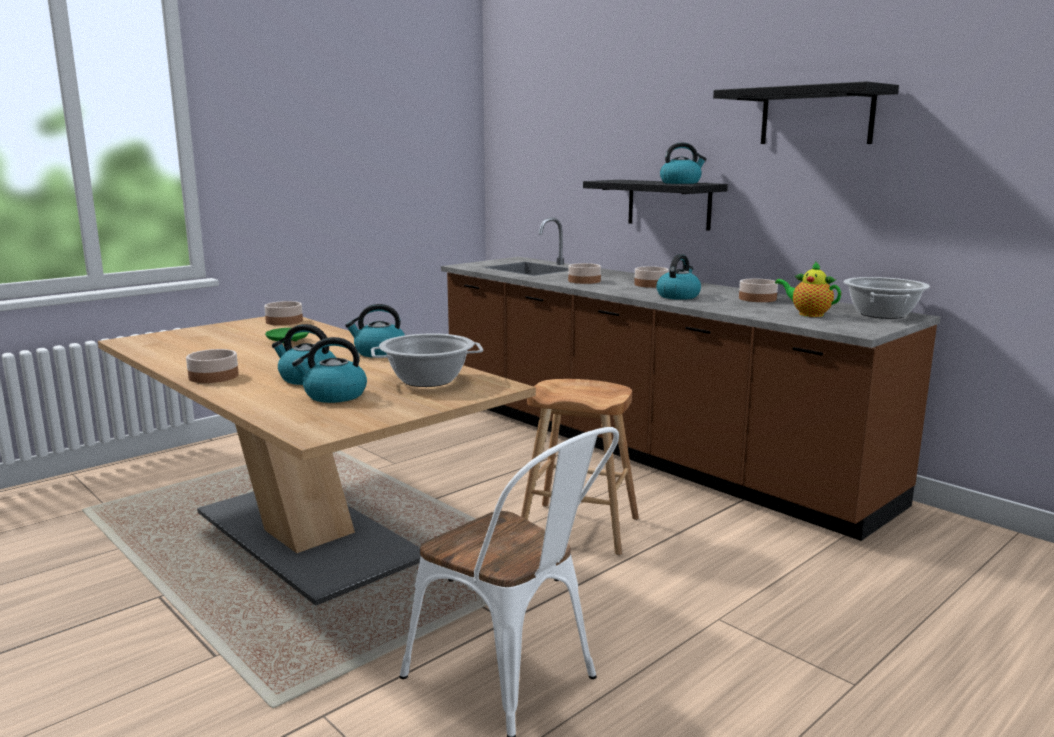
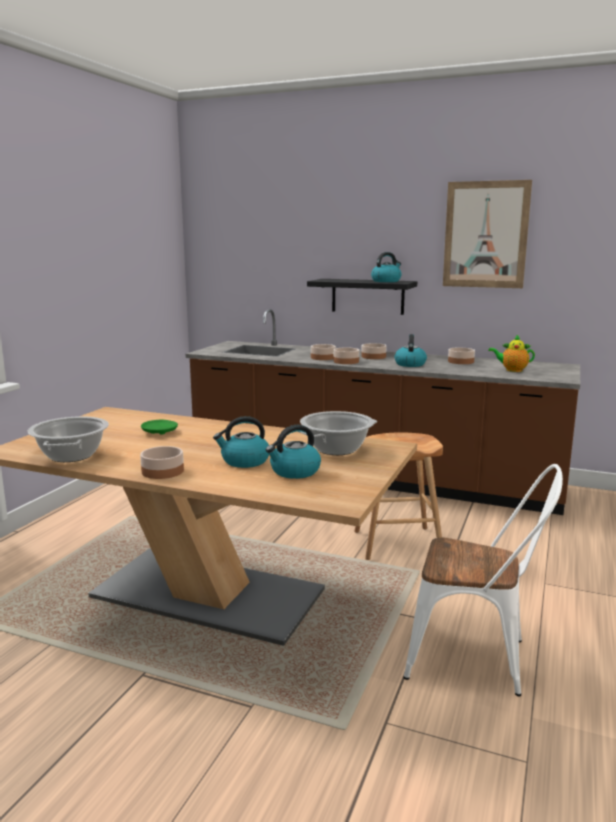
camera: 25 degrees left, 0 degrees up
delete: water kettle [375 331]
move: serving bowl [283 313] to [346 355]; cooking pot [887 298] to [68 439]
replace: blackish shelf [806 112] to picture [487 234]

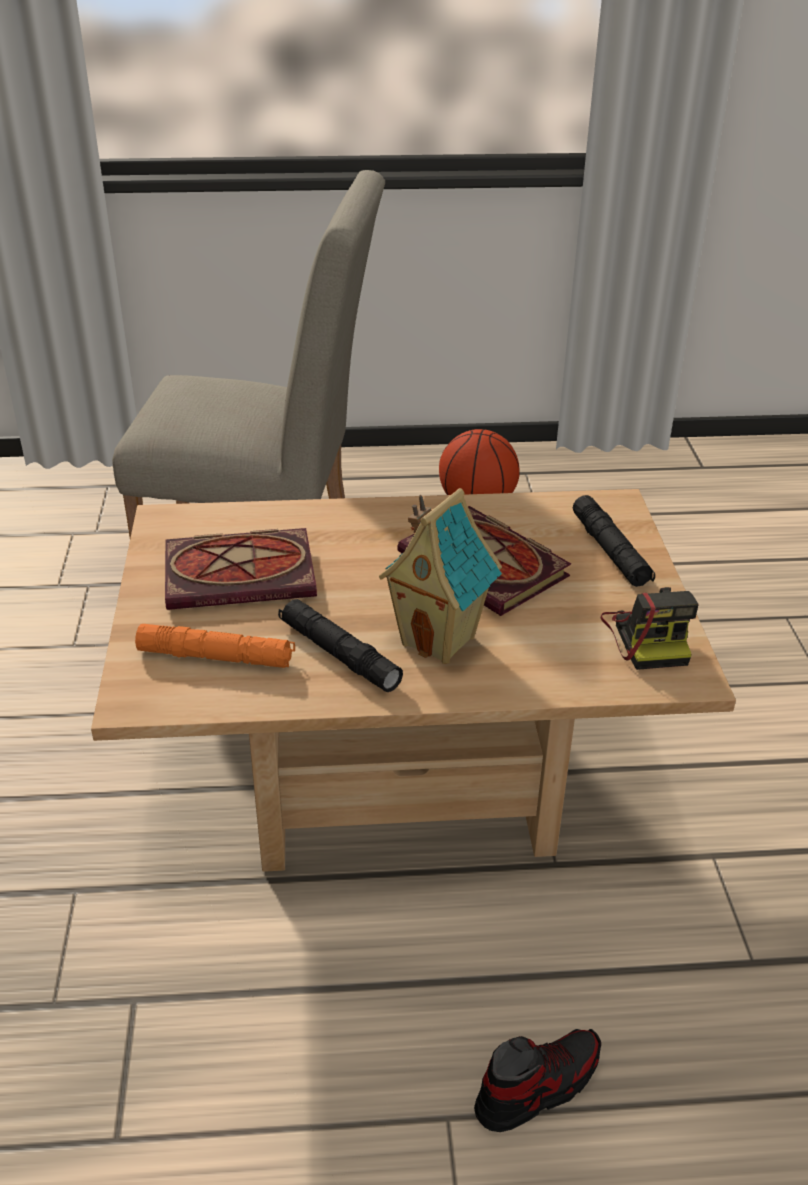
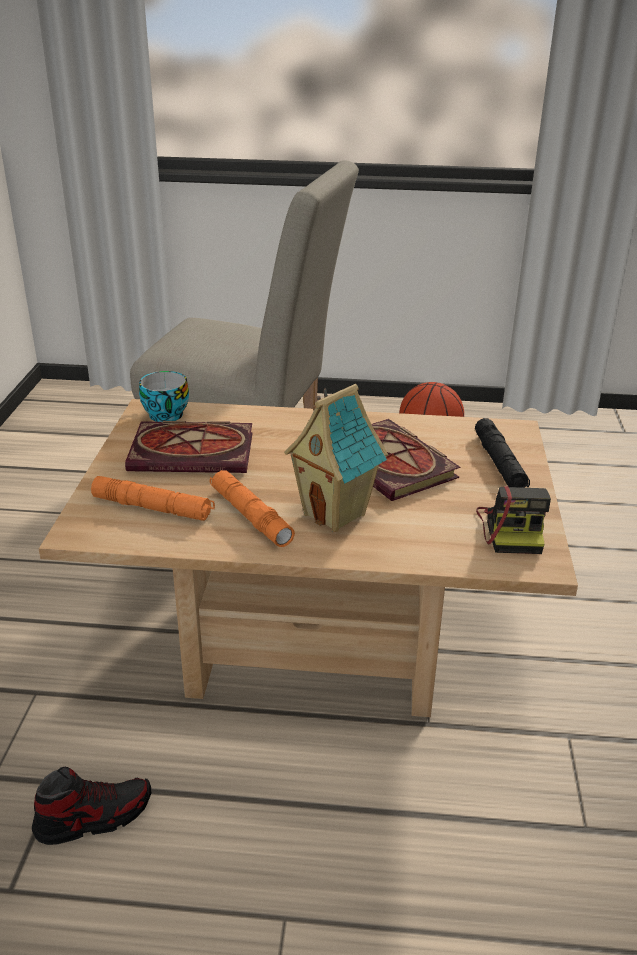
camera: 10 degrees right, 5 degrees down
insert: drinking cup [164 396]
move: item of footwear [537 1080] to [91 806]
recolor: blackish flashlight [340 645] to orange-coloured flashlight [252 508]

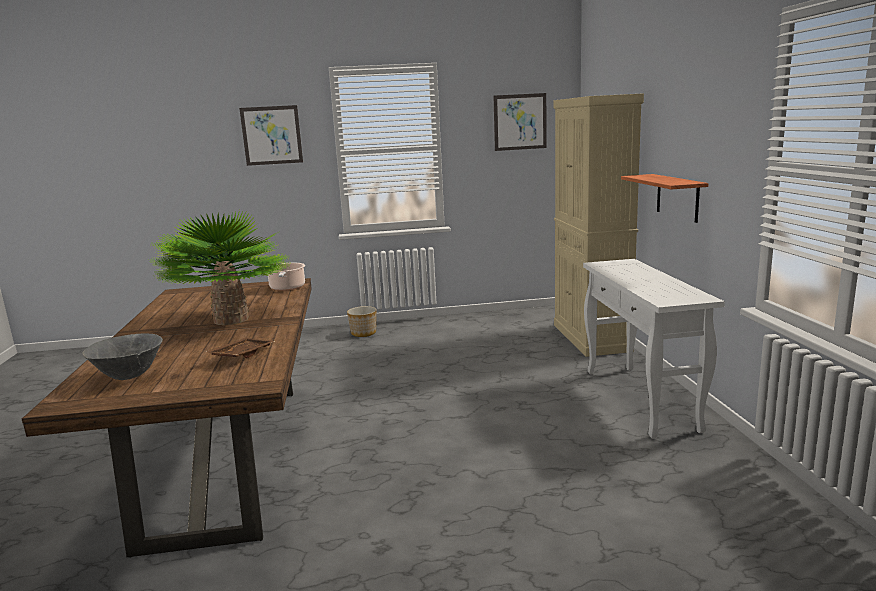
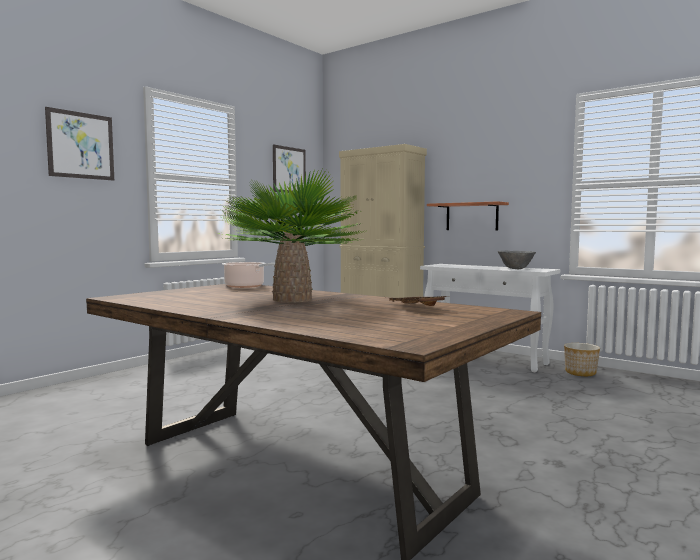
camera: 45 degrees left, 10 degrees down
move: grey serving bowl [122 357] to [516 260]; planter [362 321] to [582 359]

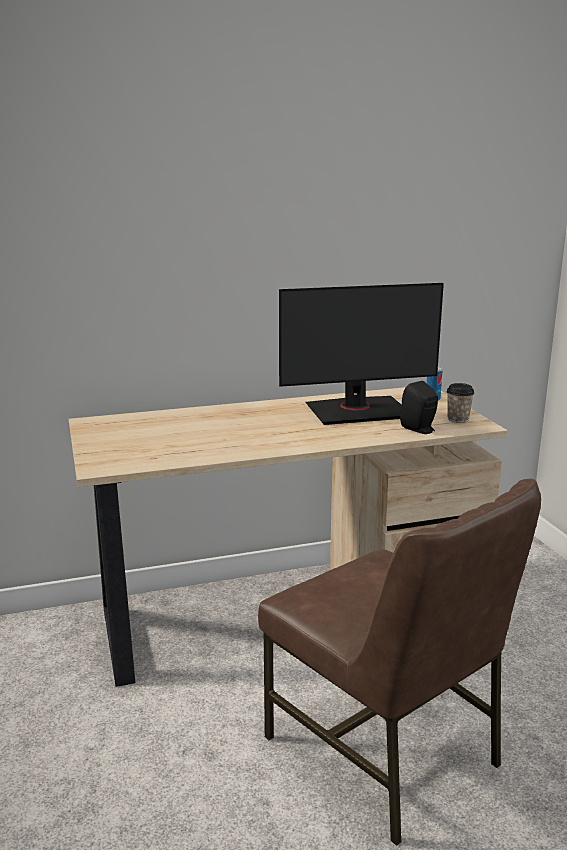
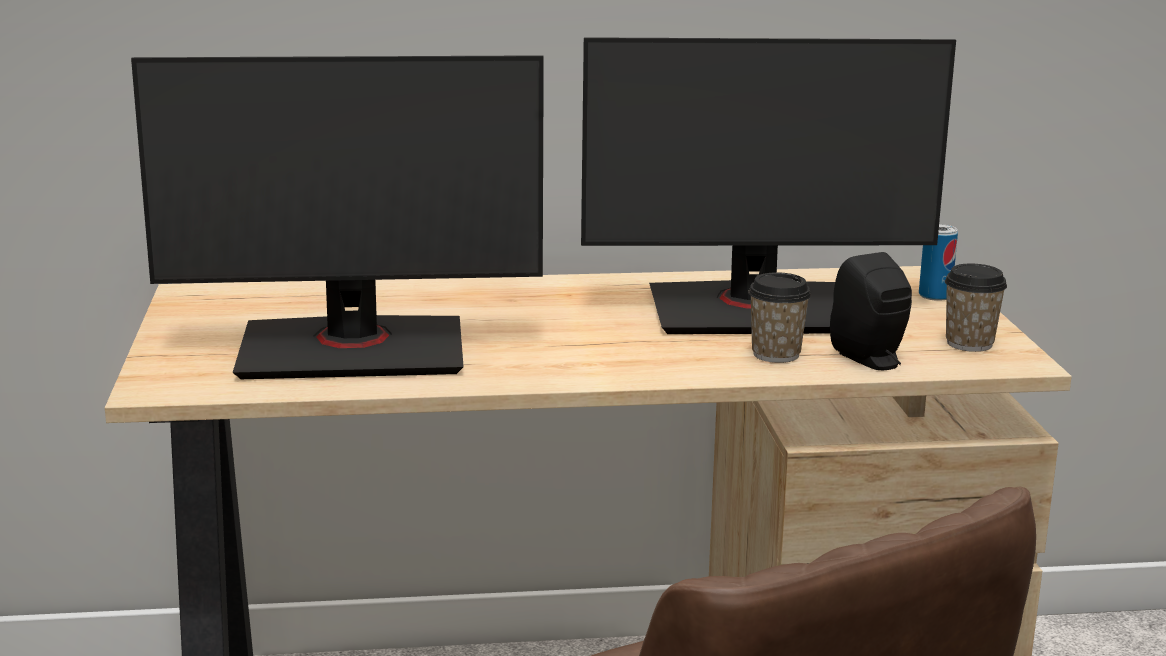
camera: 10 degrees right, 0 degrees up
insert: computer screen [337 217]; drinking cup [779 317]

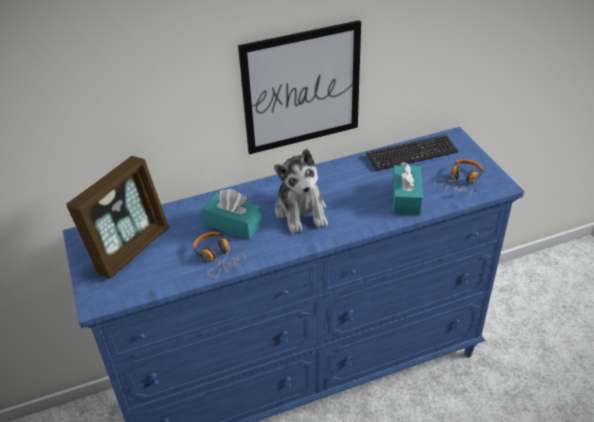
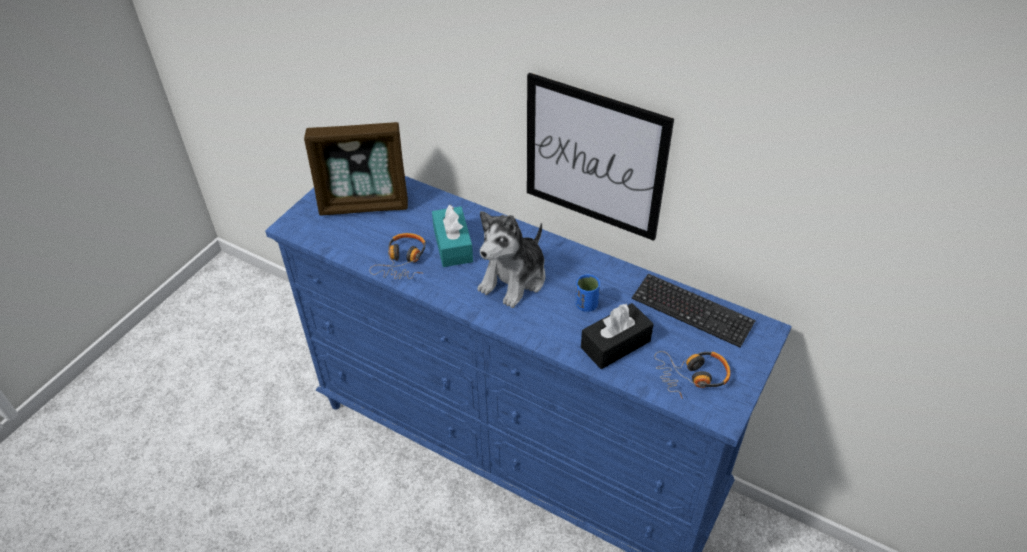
camera: 50 degrees right, 5 degrees up
insert: blue-coloured drinking cup [588 293]
recolor: turquoise-coloured box of tissues [408 188] to blackish box of tissues [617 336]

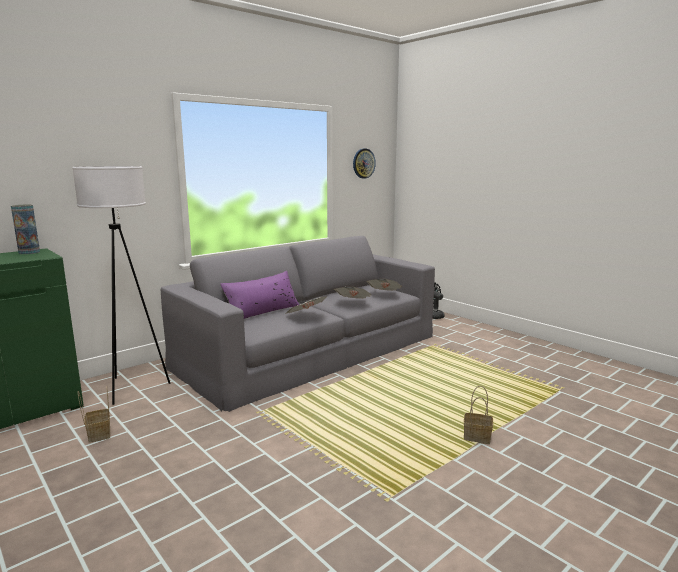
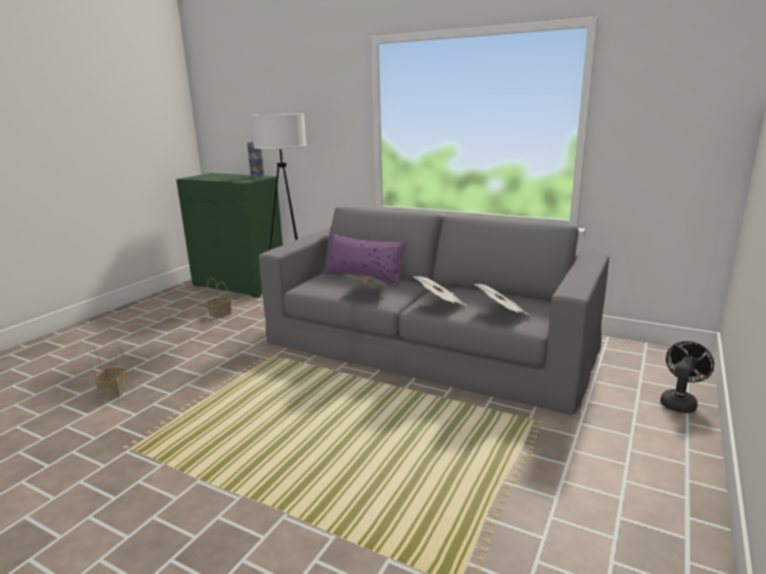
camera: 70 degrees right, 5 degrees up
delete: wall clock [364 164]
move: household basket [478 415] to [109 372]

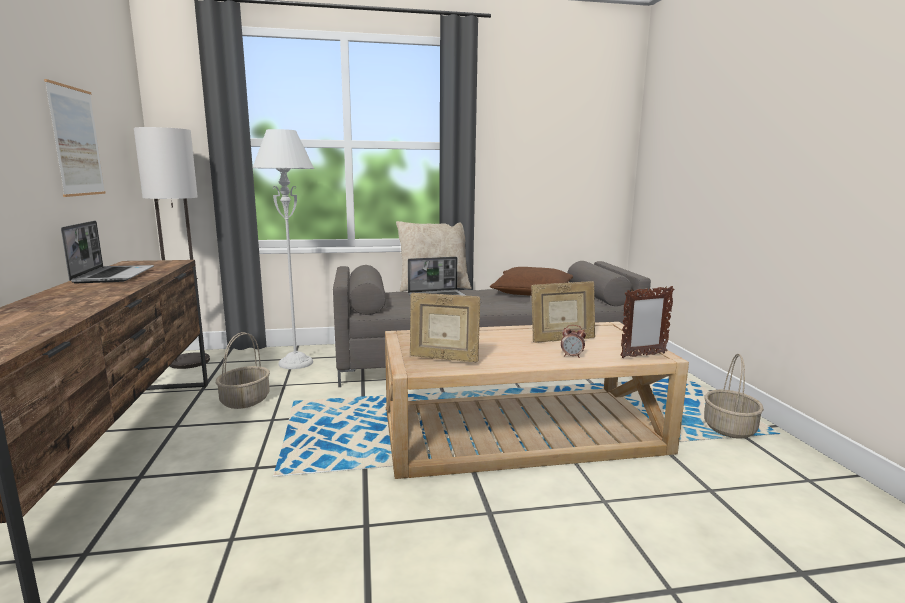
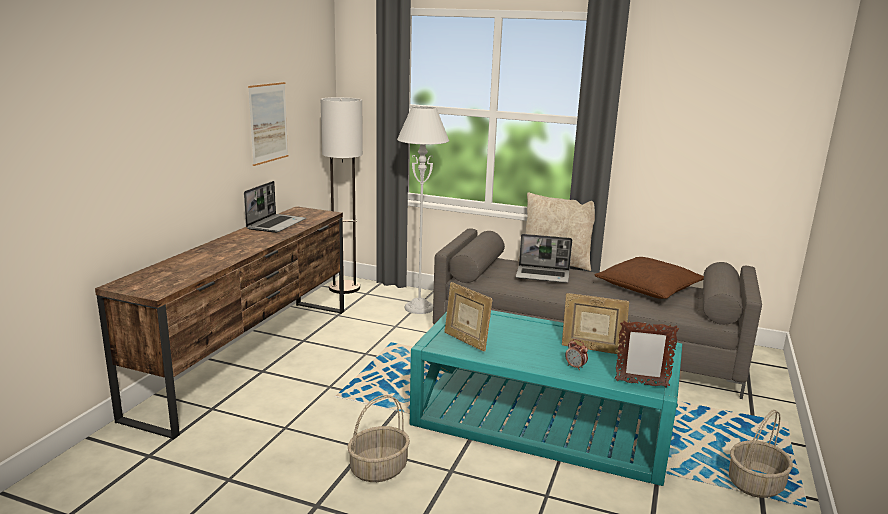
camera: 30 degrees right, 5 degrees up
move: household basket [243 370] to [379 438]
recolor: sand-coloured lounge table [537 400] to turquoise-coloured lounge table [546 398]

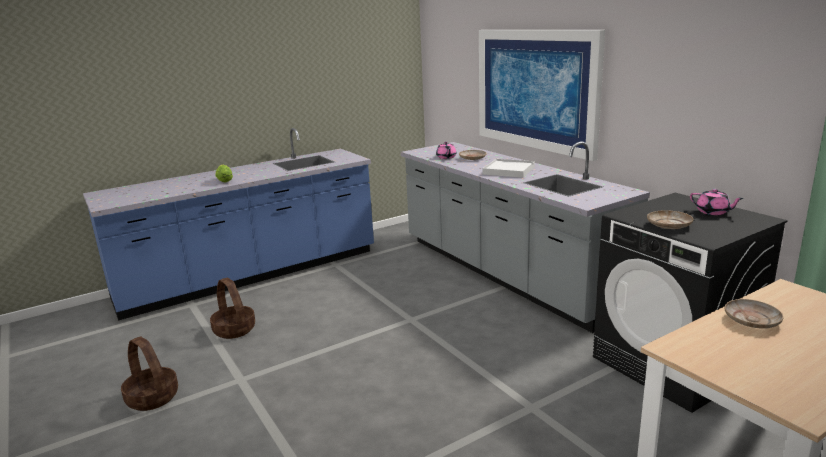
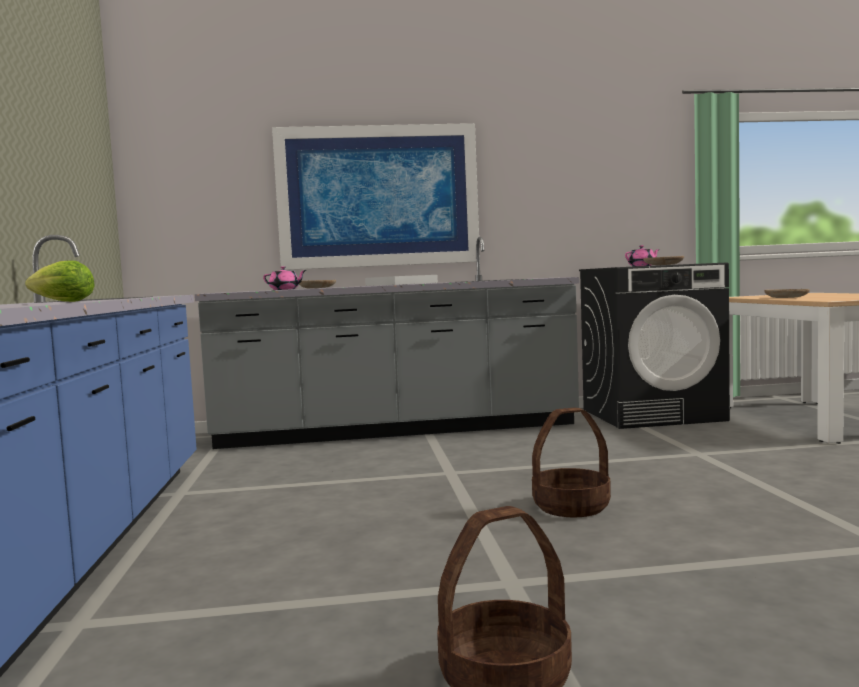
camera: 65 degrees left, 15 degrees down
move: household basket [232 308] to [571 462]

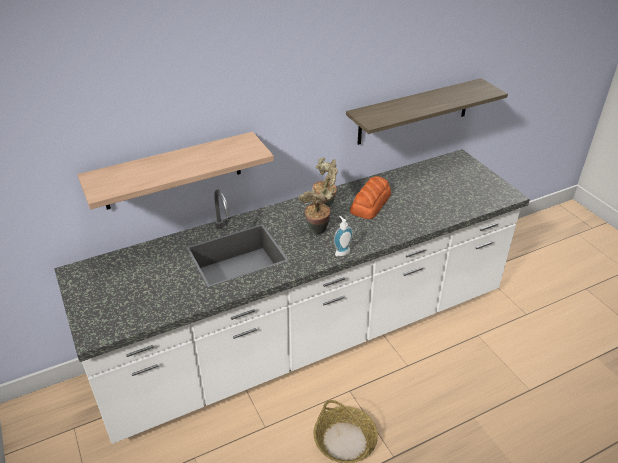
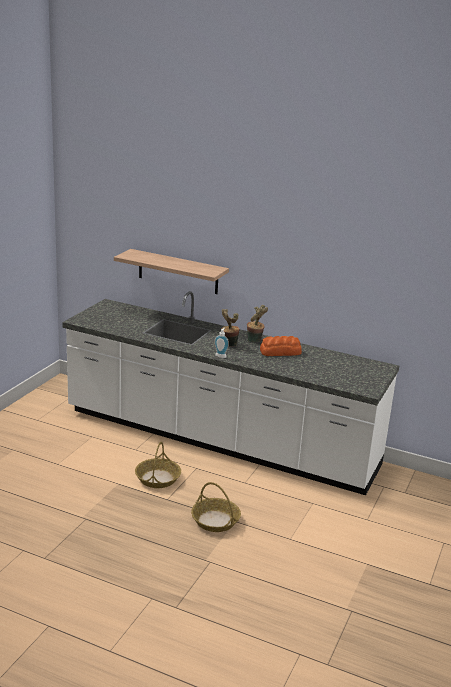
camera: 50 degrees right, 15 degrees down
delete: shelf [427 111]
insert: household basket [216 507]

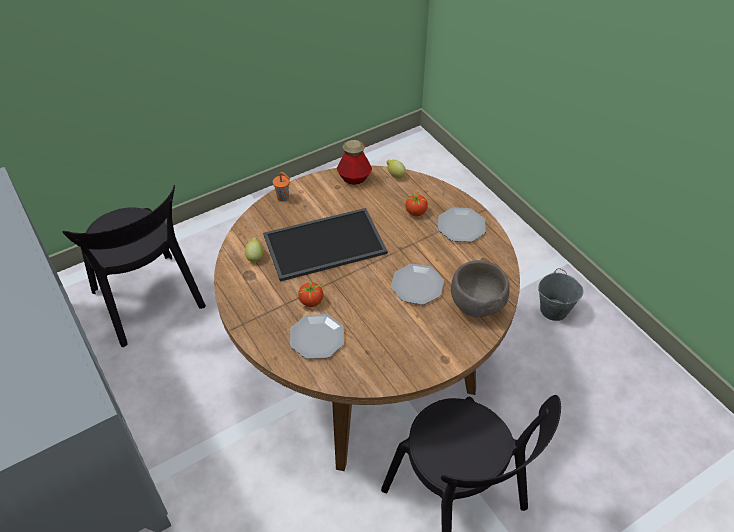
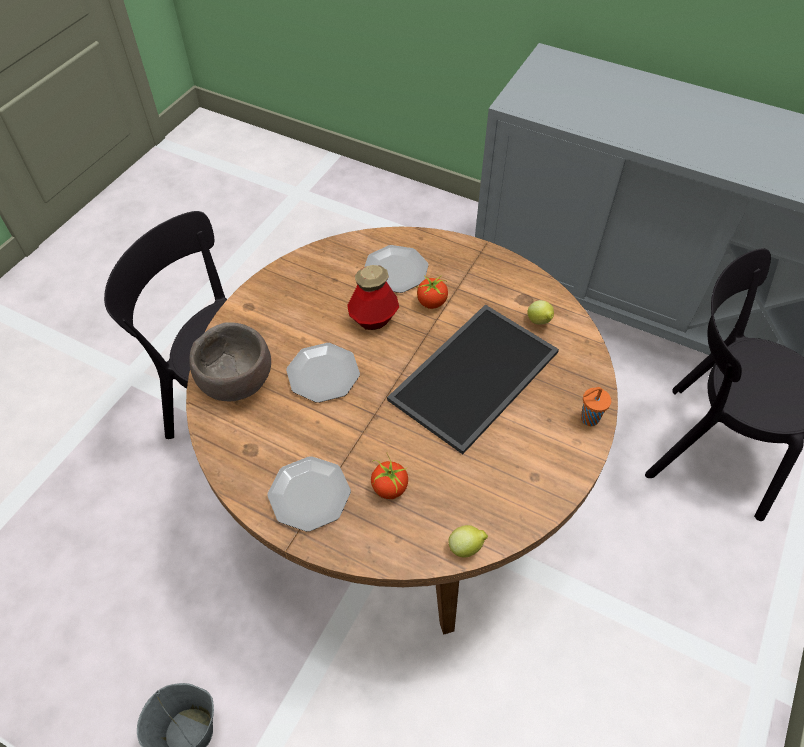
camera: 150 degrees right, 5 degrees up
move: beverage bottle [354 162] to [373 297]

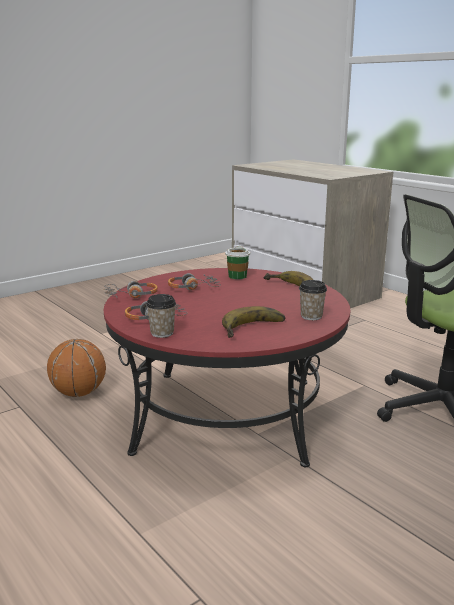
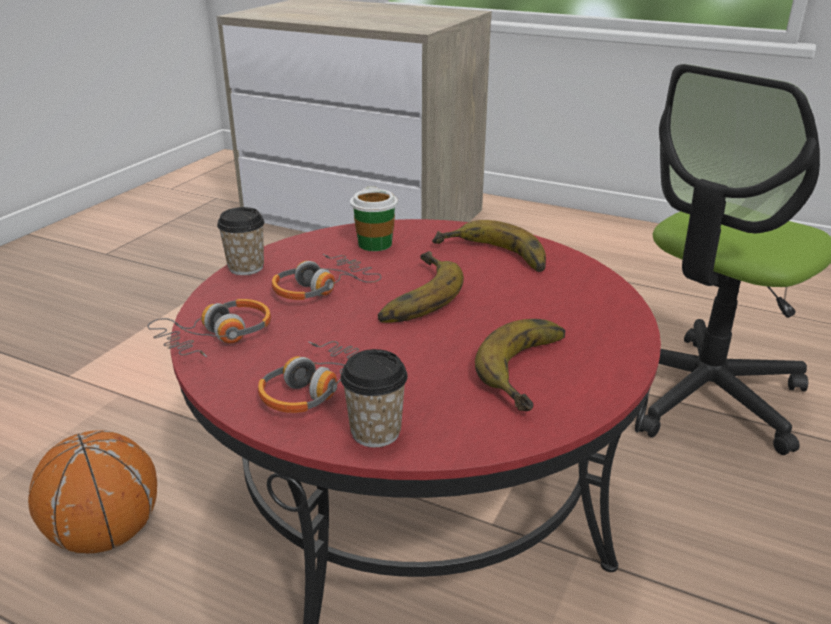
camera: 25 degrees left, 10 degrees up
insert: banana [421 287]
move: drinking cup [313 300] to [241 241]

